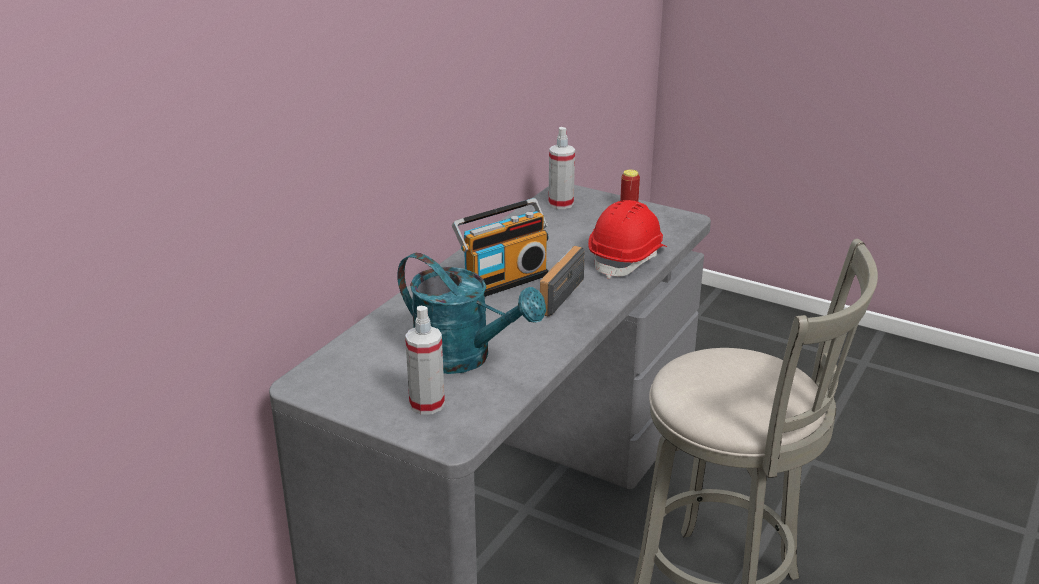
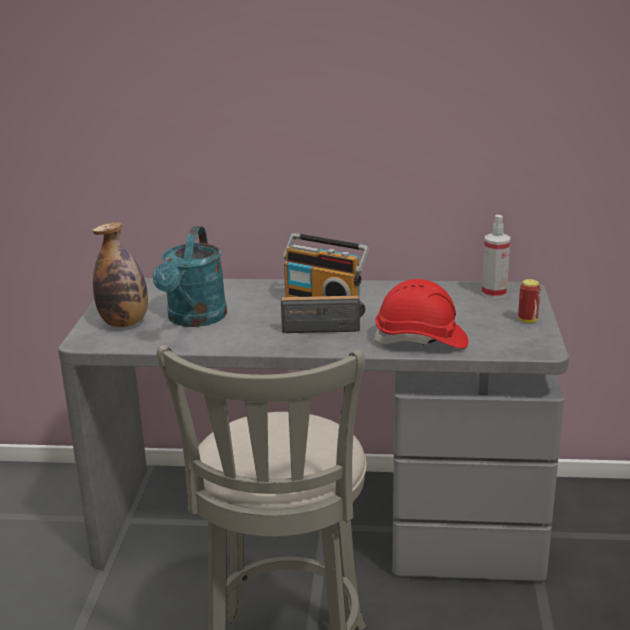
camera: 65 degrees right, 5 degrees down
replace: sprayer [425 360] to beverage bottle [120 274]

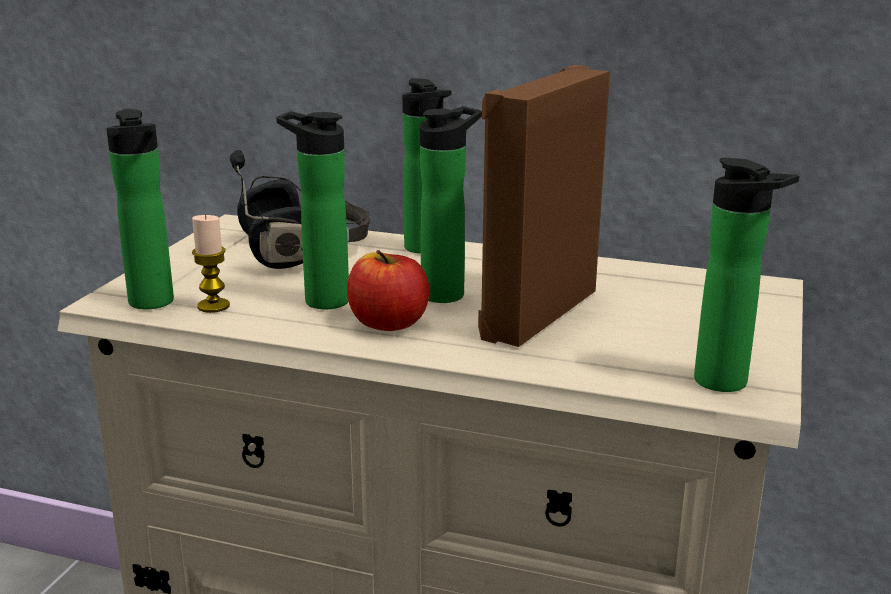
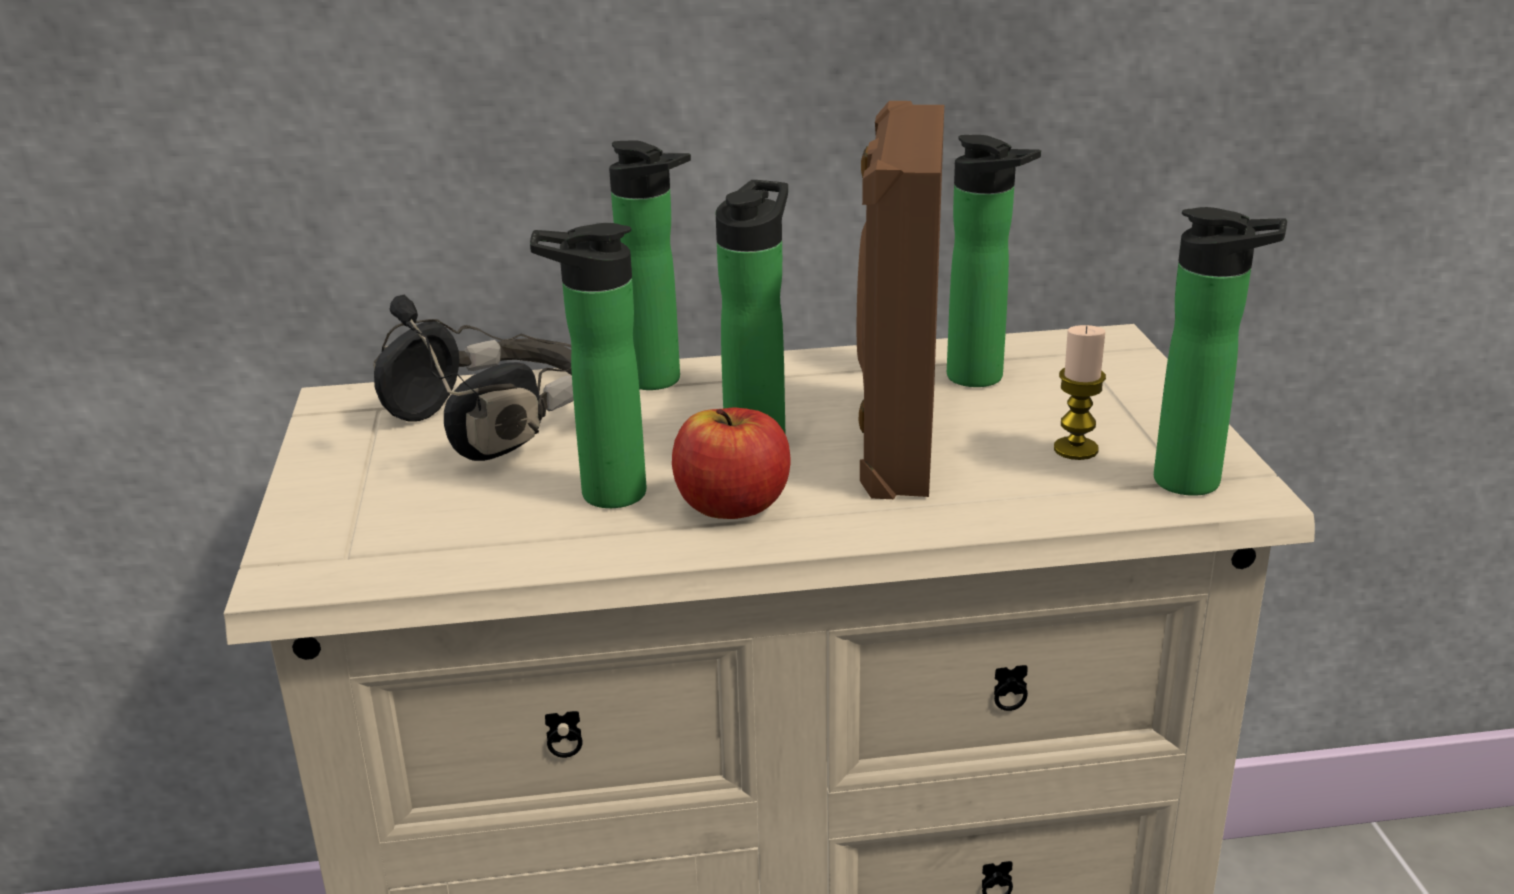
camera: 25 degrees left, 5 degrees up
move: beverage bottle [140 209] to [994 261]; wax light [211 264] to [1080 392]

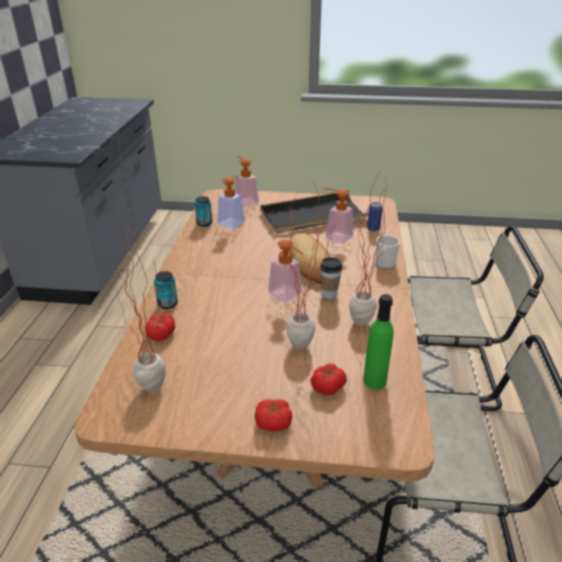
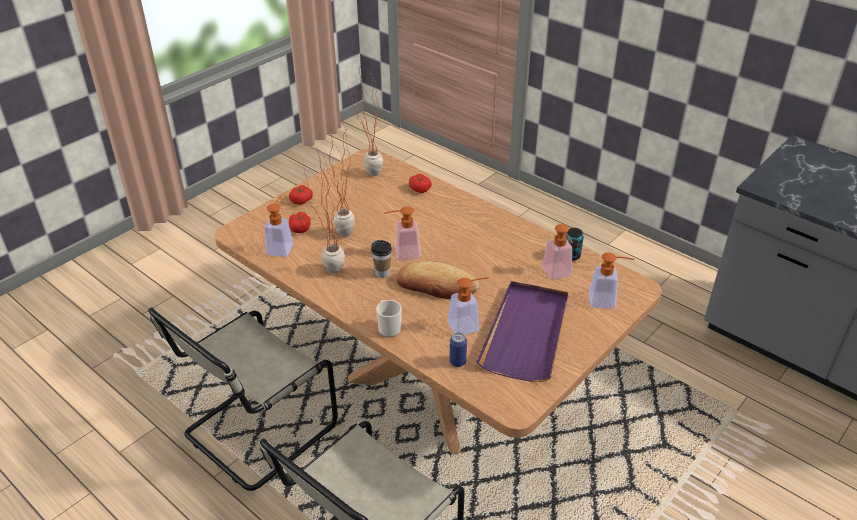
camera: 125 degrees right, 5 degrees up
delete: sealed can [166 290]
replace: greenish beverage bottle [378 341] to liquid soap bottle [279 226]
recolor: blackish carrying tray [314 212] to purple-coloured carrying tray [522 331]

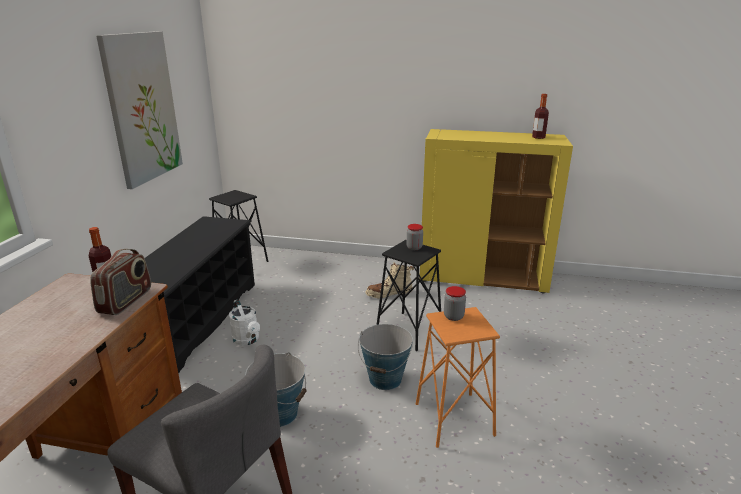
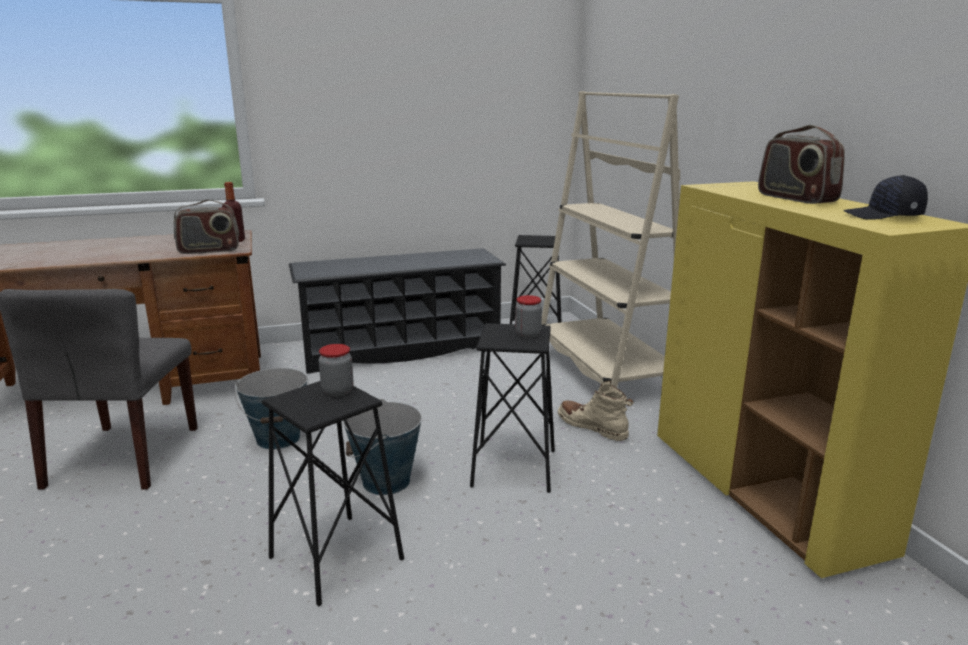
camera: 60 degrees right, 5 degrees down
delete: picture [139 110]; white watering can [244 322]
insert: sand-coloured shelving unit [611 239]; radio [801 164]
replace: beverage bottle [540 116] to blackish baseball cap [886 197]
recolor: orange-coloured stool [458 377] to blackish stool [333 493]

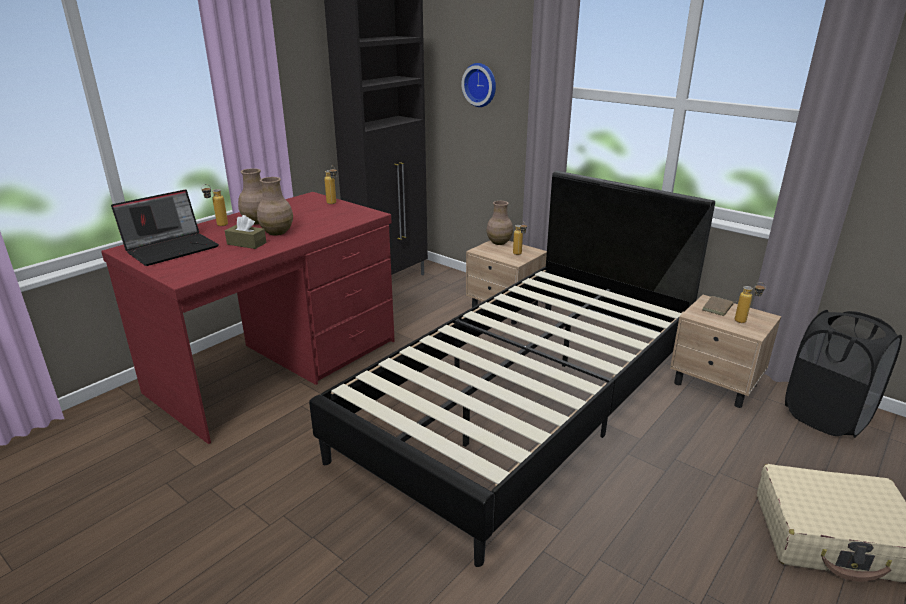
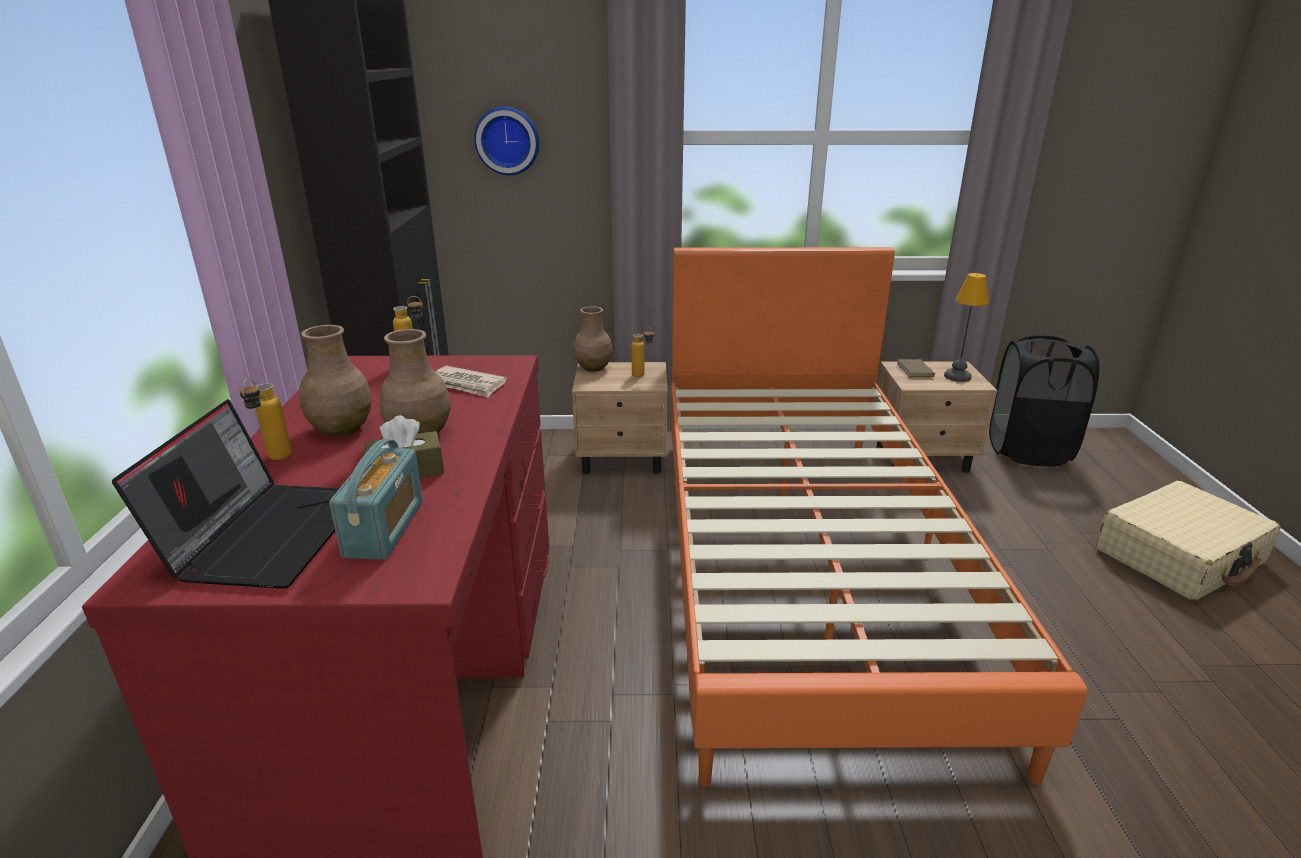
camera: 40 degrees left, 0 degrees up
insert: radio [376 499]; printed paper [471 382]
replace: beverage bottle [750 302] to lamp for a table [966 327]
recolor: blackish bedroom bed [512 369] to orange-coloured bedroom bed [879 517]

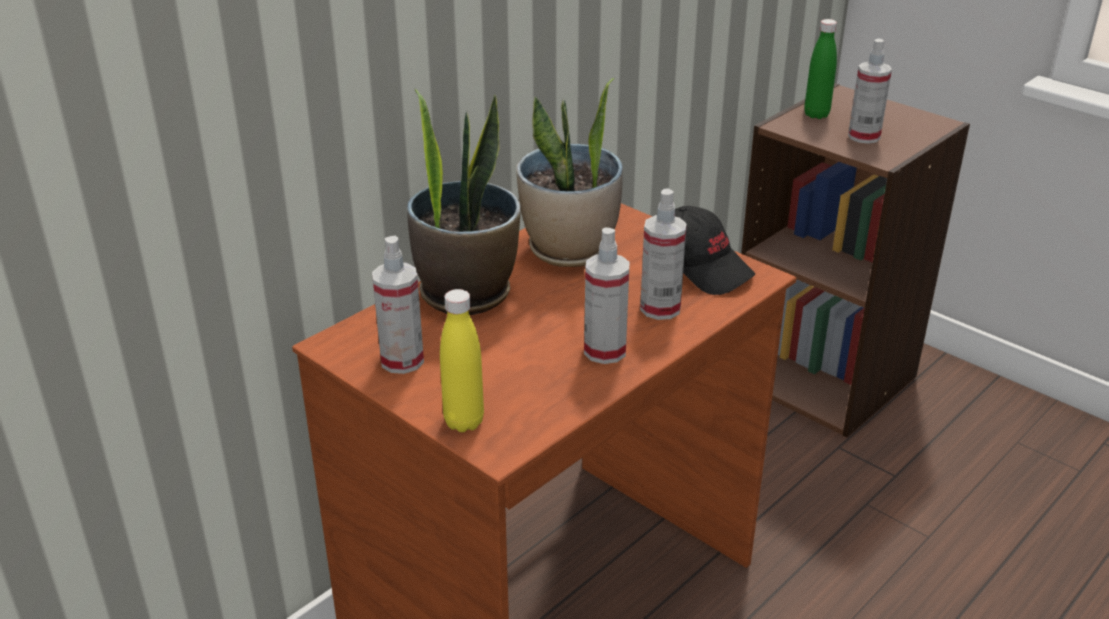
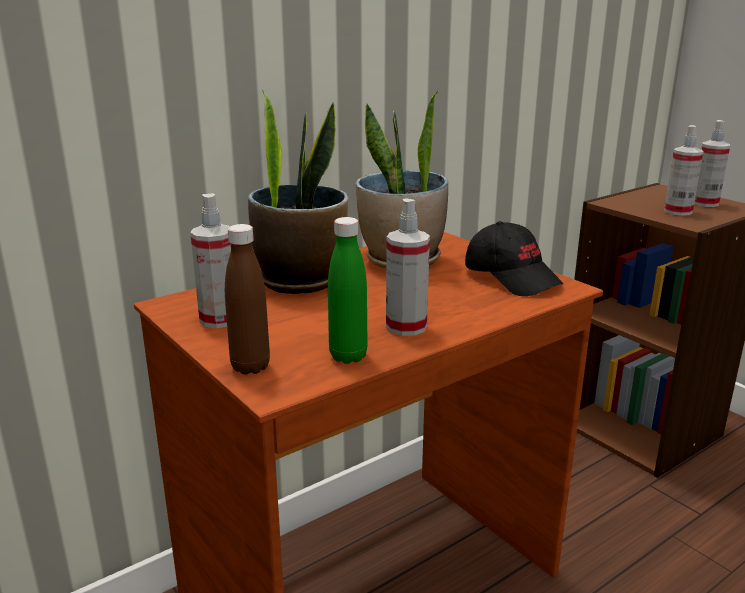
camera: 10 degrees right, 10 degrees down
move: sprayer [663 254] to [712 163]; greenish beverage bottle [820 69] to [348 290]
recolor: yellowish beverage bottle [462 360] to brown-coloured beverage bottle [247 299]

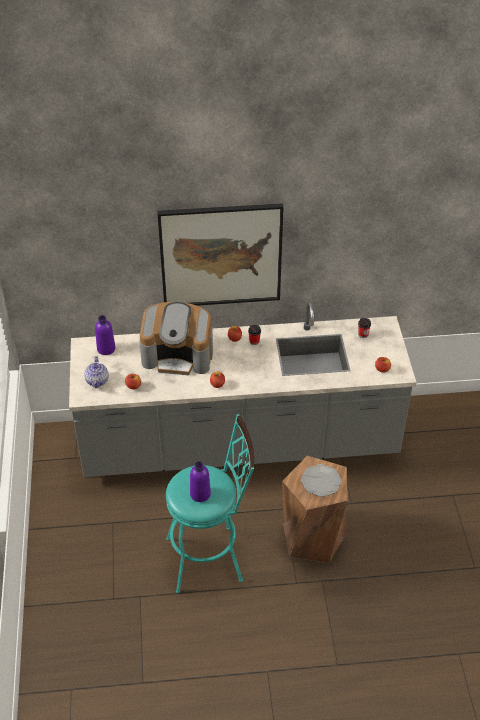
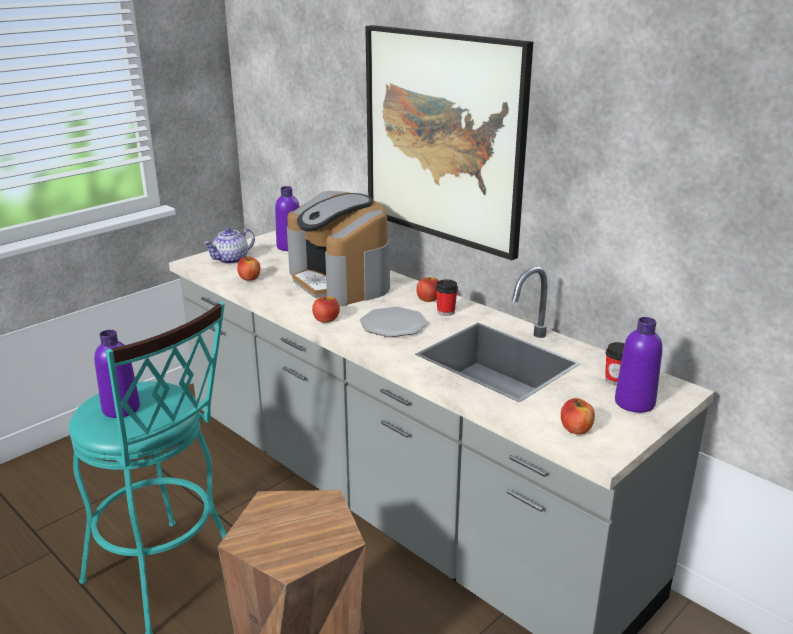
camera: 50 degrees right, 20 degrees down
insert: purple-coloured beverage bottle [638 365]
move: dinner plate [321 480] to [393 322]

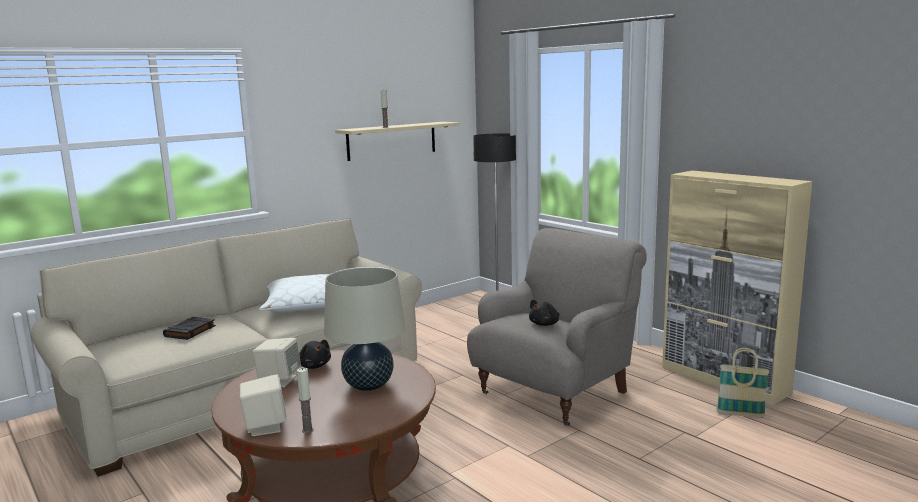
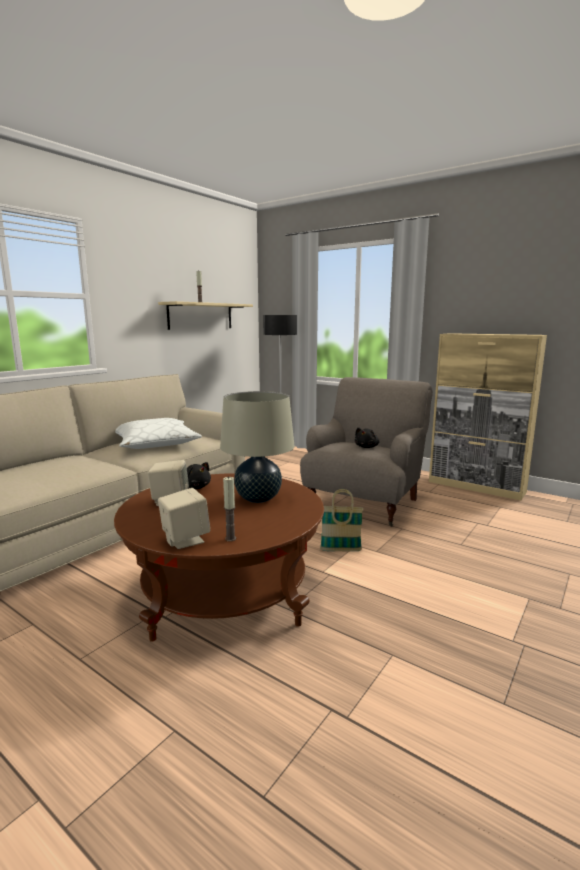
camera: 15 degrees left, 0 degrees up
delete: blackish volume [189 328]
move: household basket [742 382] to [341 520]

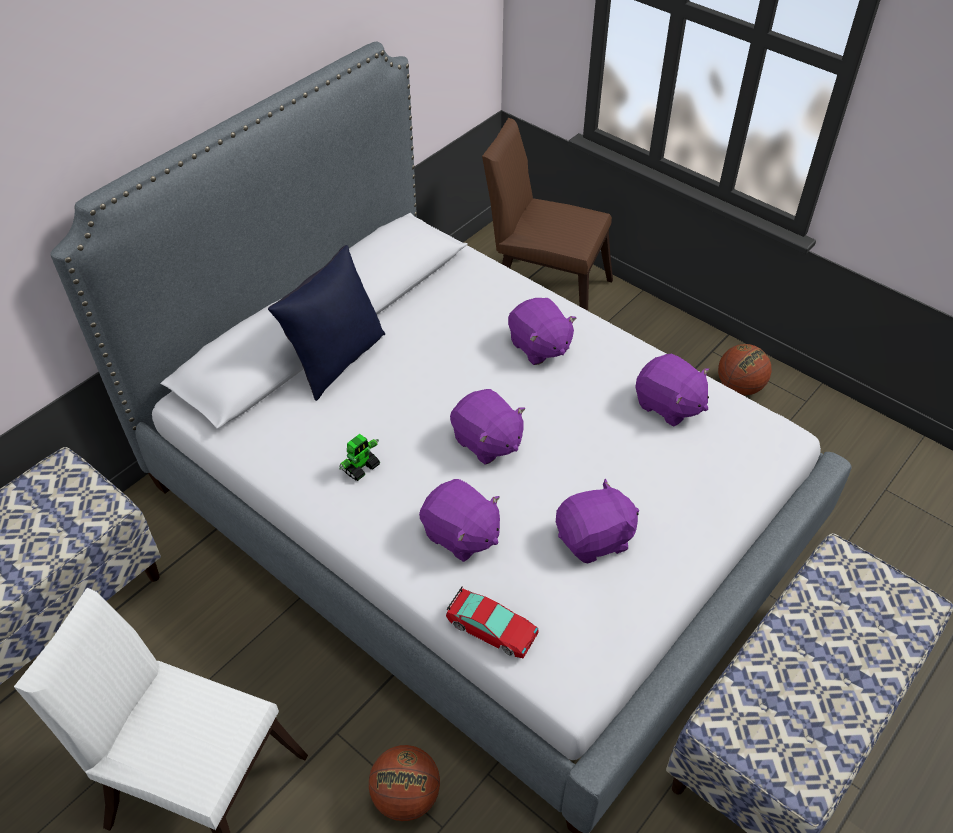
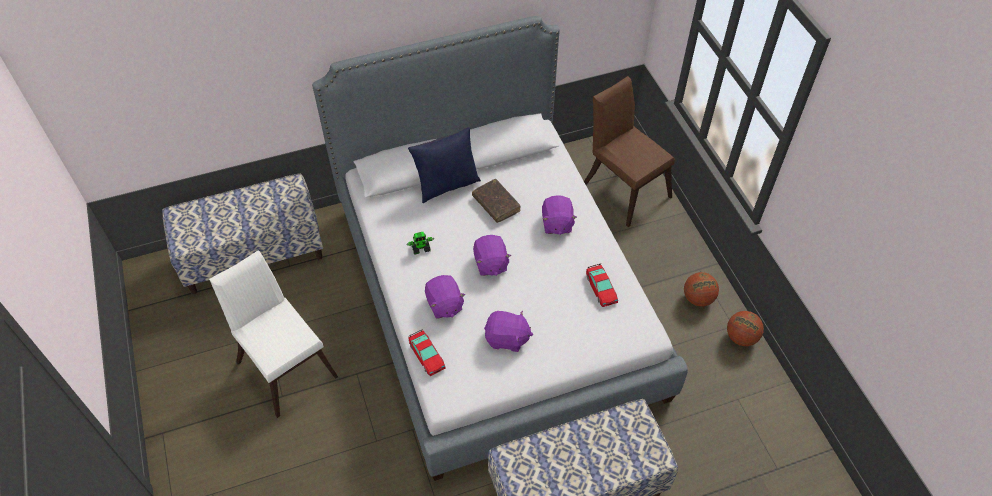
camera: 30 degrees right, 5 degrees up
insert: brown-coloured volume [496 201]
move: ball for basketball [404 783] to [745 328]
replace: purple-coloured soft toy [672 390] to toy car [602 285]

